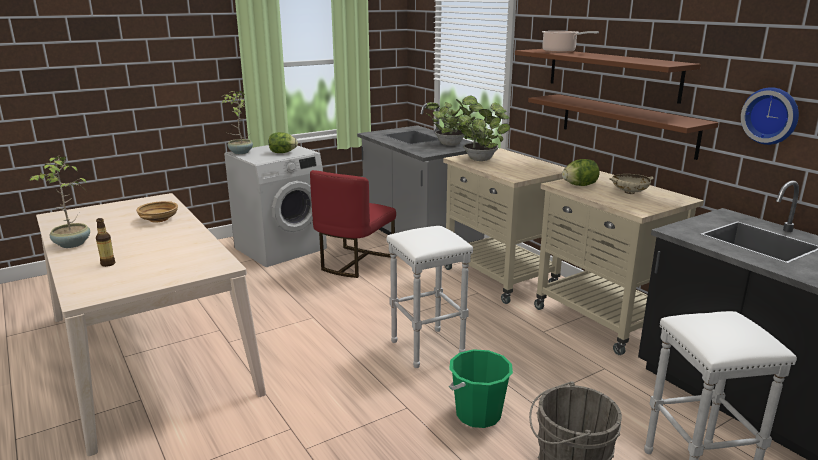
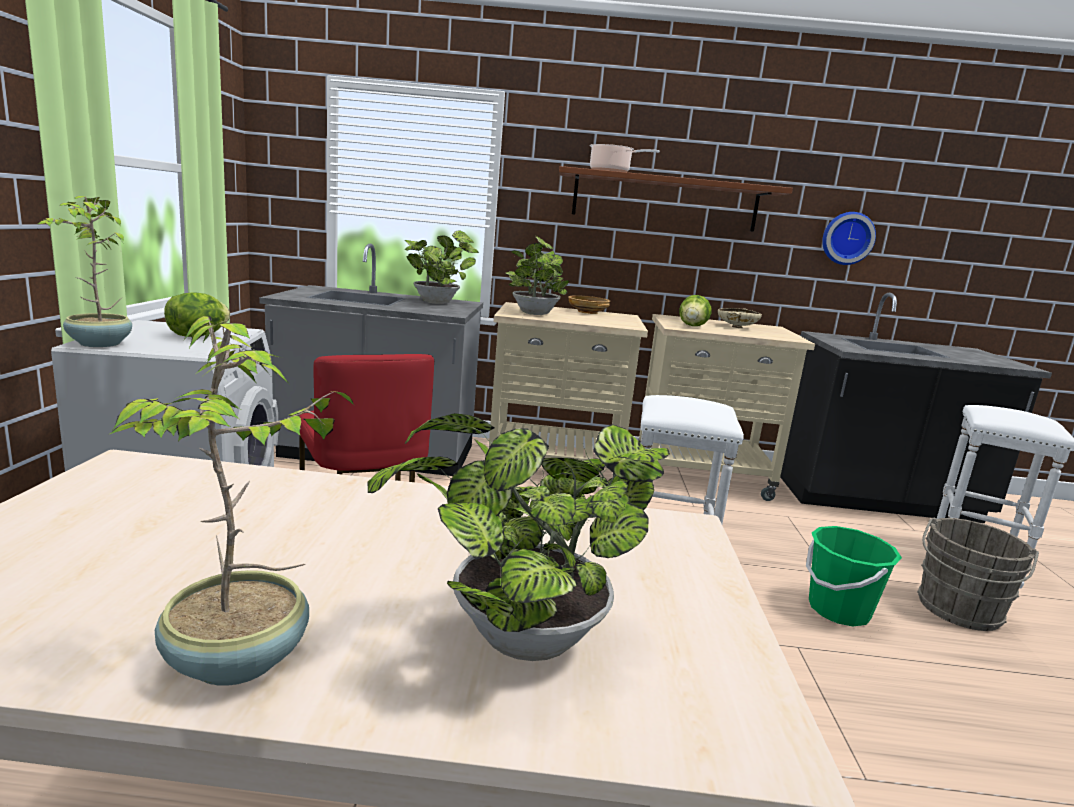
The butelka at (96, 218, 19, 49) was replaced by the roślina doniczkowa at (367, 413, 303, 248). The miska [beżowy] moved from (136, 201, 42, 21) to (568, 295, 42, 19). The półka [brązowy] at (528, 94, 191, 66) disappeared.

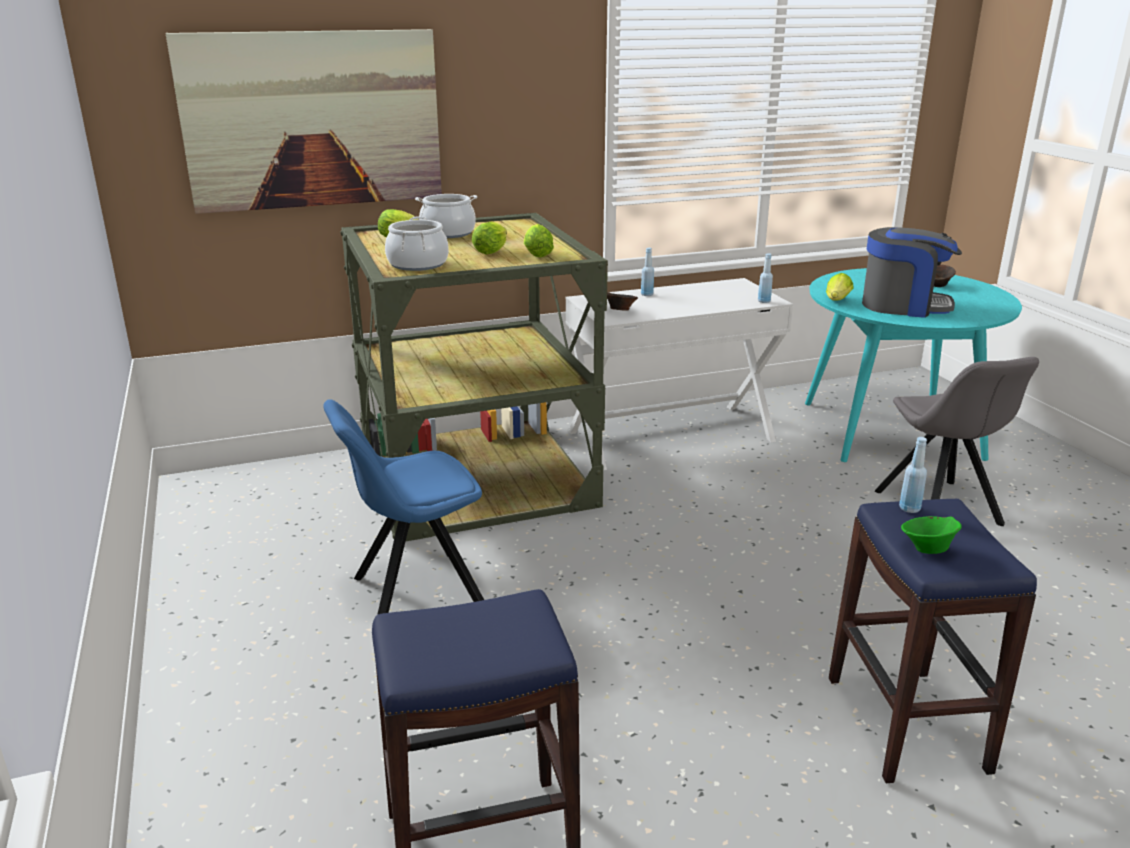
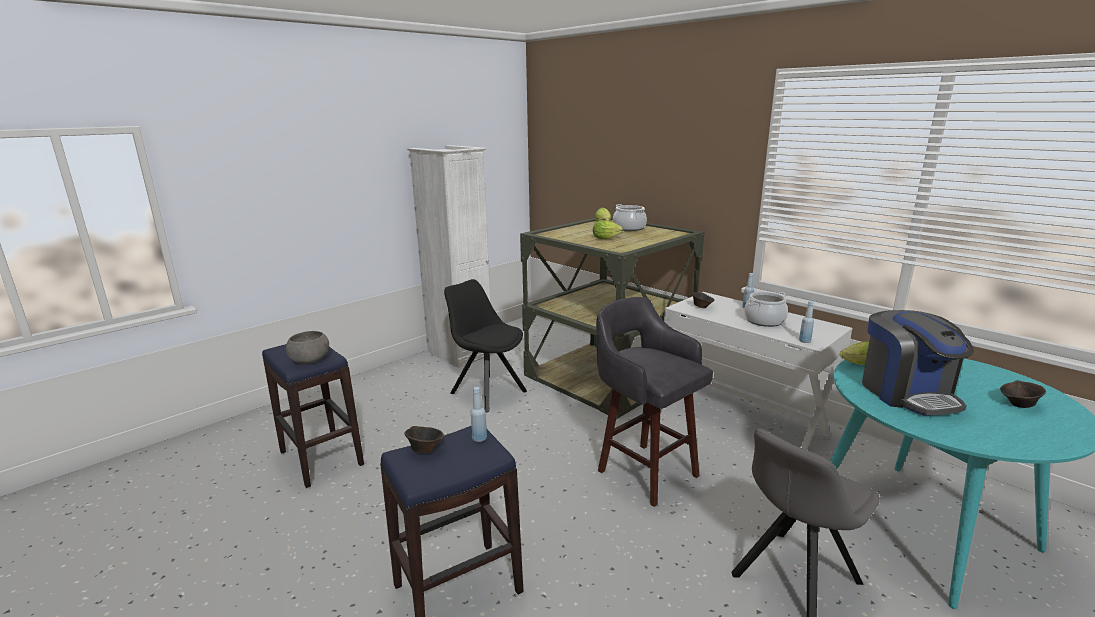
The miska [szary] at (286, 331, 43, 33) appeared. The miska [zielony] at (901, 516, 61, 38) became the miska [brązowy] at (404, 426, 40, 27). The szafka [biały] at (407, 145, 86, 223) appeared. The krzesło [niebieski] at (323, 399, 161, 216) became the krzesło [czarny] at (444, 279, 83, 133). The stołek [szary] at (596, 297, 117, 210) appeared. The garnek moved from (385, 216, 64, 55) to (744, 292, 44, 35). The obraz at (166, 29, 276, 185) disappeared. The sałata at (524, 224, 30, 34) disappeared.

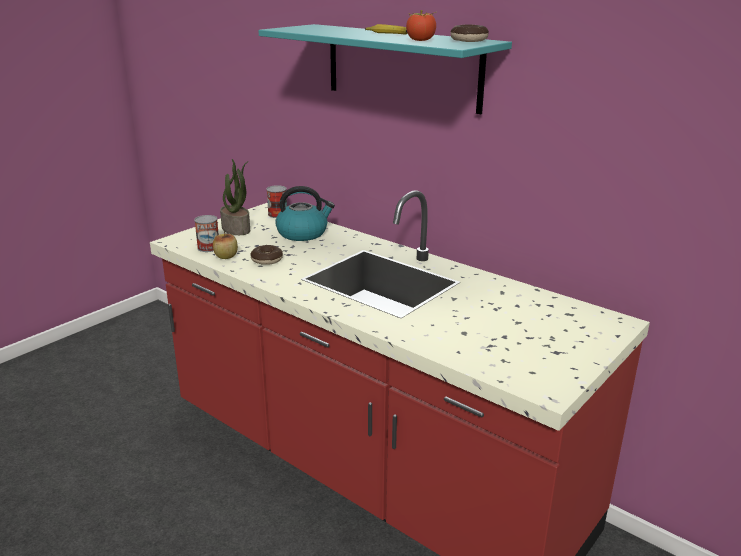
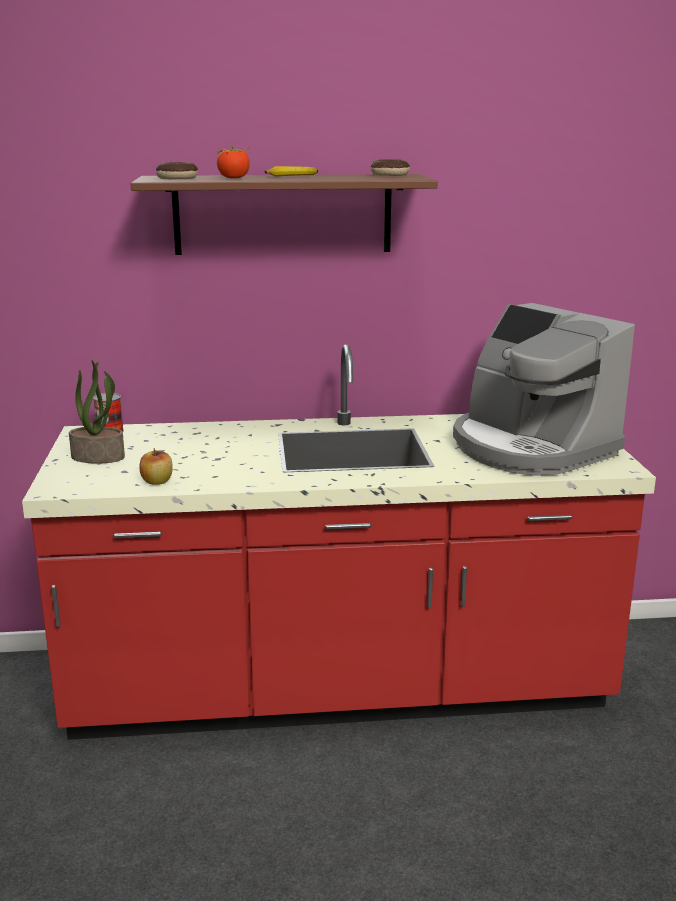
The półka [turkusowy] at (258, 24, 254, 90) became the półka [brązowy] at (130, 174, 308, 81). The donut moved from (250, 245, 33, 20) to (156, 162, 42, 17). The pomidor moved from (406, 10, 30, 31) to (217, 146, 33, 33). The ekspres do kawy at (453, 303, 182, 173) appeared. The puszka at (194, 215, 25, 37) disappeared. The czajnik at (275, 186, 60, 55) disappeared.

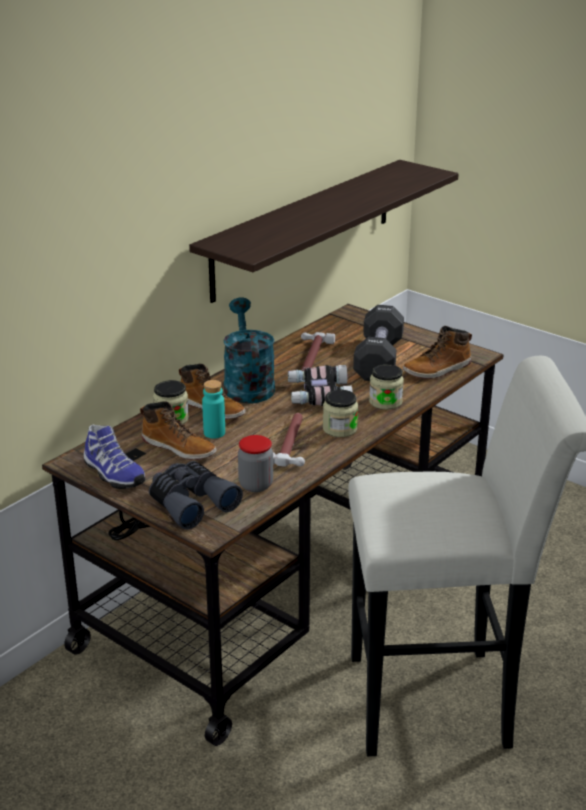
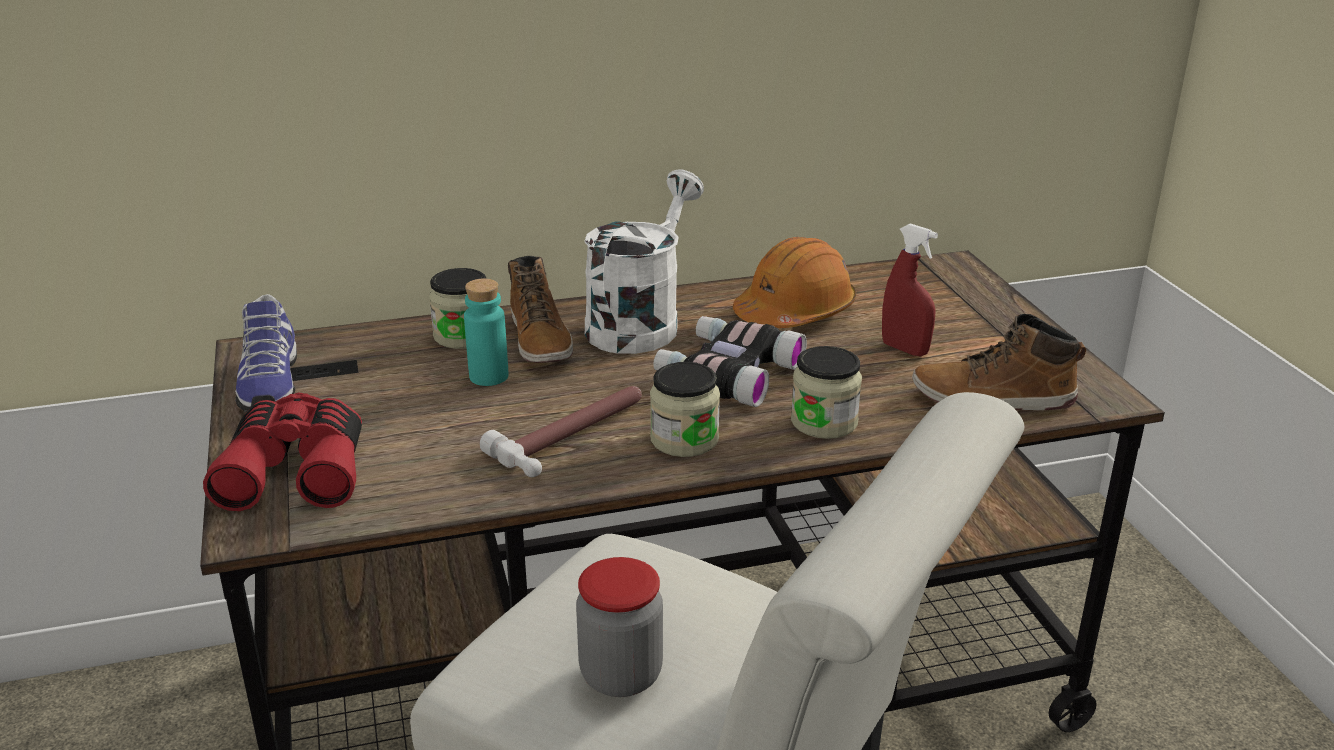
The lornetka [szary] at (149, 461, 94, 69) became the lornetka [czerwony] at (203, 393, 159, 118). The słoik moved from (238, 435, 35, 57) to (576, 557, 87, 140). The konewka [turkusowy] at (223, 297, 52, 107) became the konewka [biały] at (584, 170, 120, 184). The młotek at (301, 332, 34, 39) was replaced by the kask [pomarańczowy] at (733, 237, 123, 91). The hantel [czarny] at (353, 305, 51, 76) was replaced by the spryskiwacz [czerwony] at (882, 224, 56, 132). The but z cholewką at (140, 401, 77, 59) disappeared. The półka at (189, 160, 270, 143) disappeared.

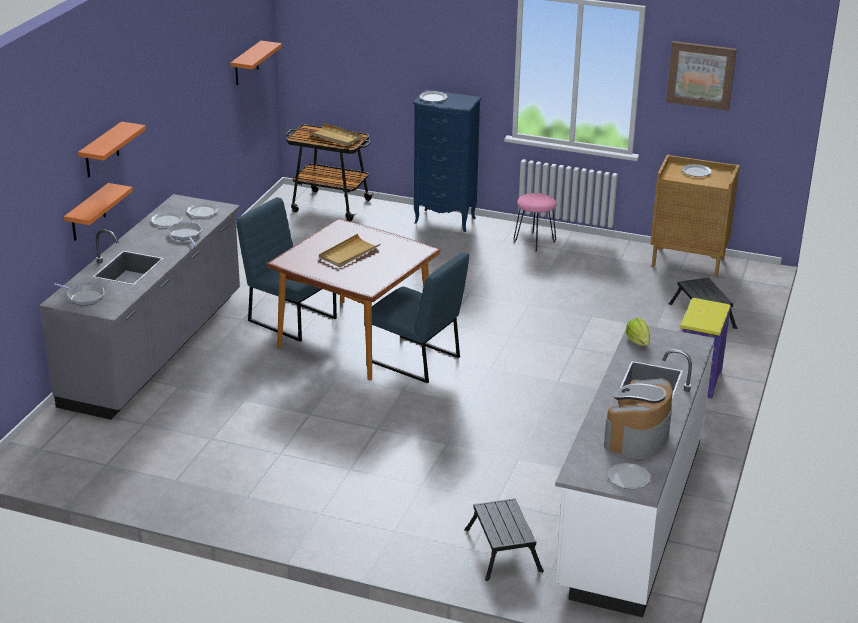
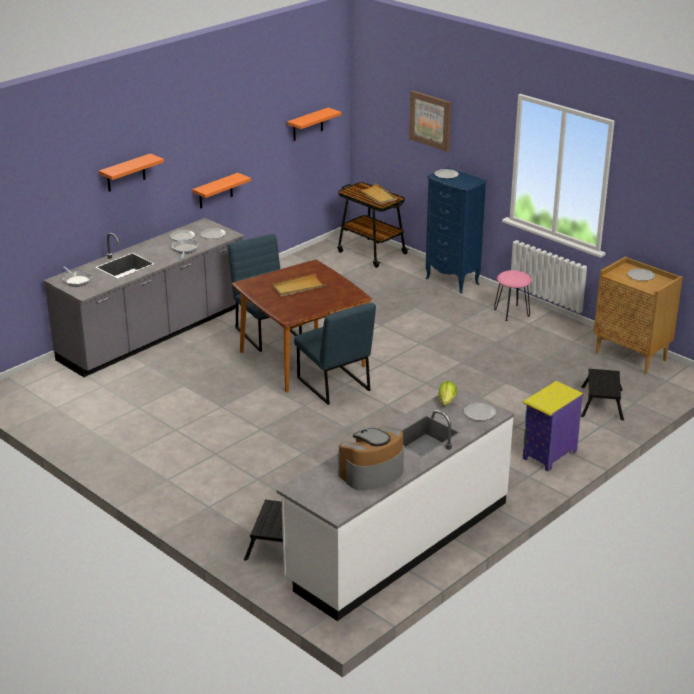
The półka [pomarańczowy] moved from (64, 183, 69, 58) to (192, 173, 59, 36). The obraz moved from (666, 41, 71, 70) to (409, 90, 42, 62). The talerz moved from (608, 463, 43, 26) to (464, 403, 32, 18).

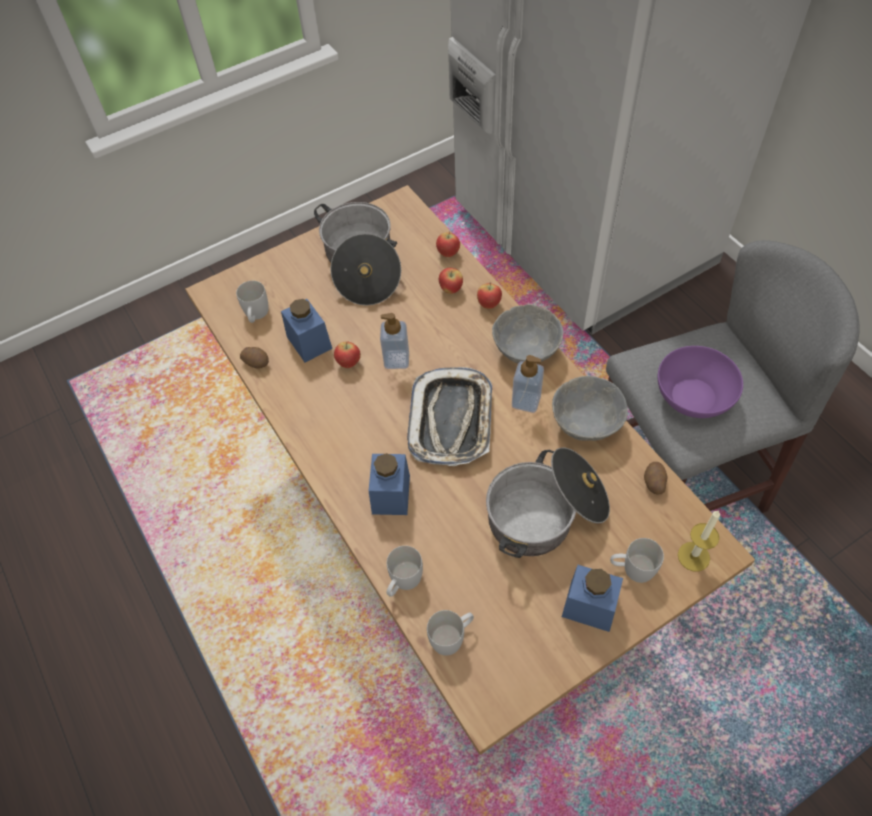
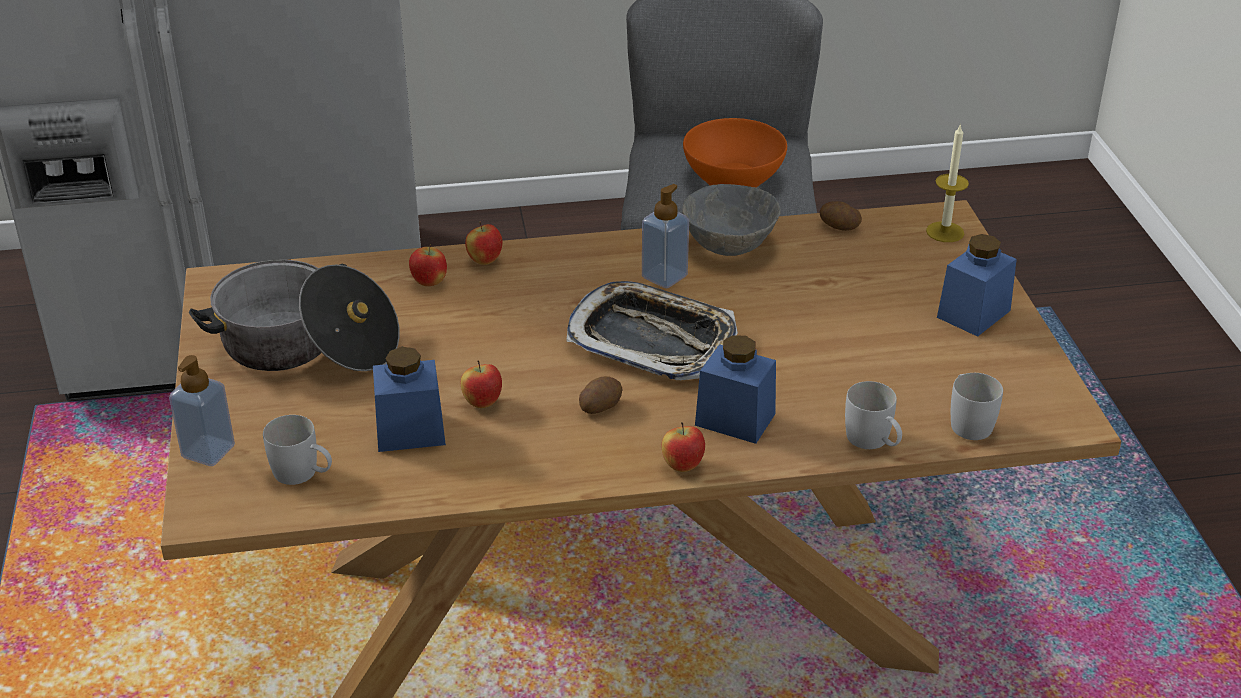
The dozownik mydła moved from (380, 313, 29, 56) to (169, 355, 66, 111). The ziemniak moved from (240, 347, 29, 22) to (579, 376, 44, 38). The jabłko moved from (436, 232, 24, 25) to (662, 422, 43, 50). The miska [fioletowy] at (658, 346, 85, 72) became the miska [pomarańczowy] at (683, 118, 104, 70). The garnek at (486, 447, 124, 111) disappeared. The miska [szary] at (492, 304, 71, 60) disappeared. The kubek [biały] at (610, 538, 54, 45) disappeared.

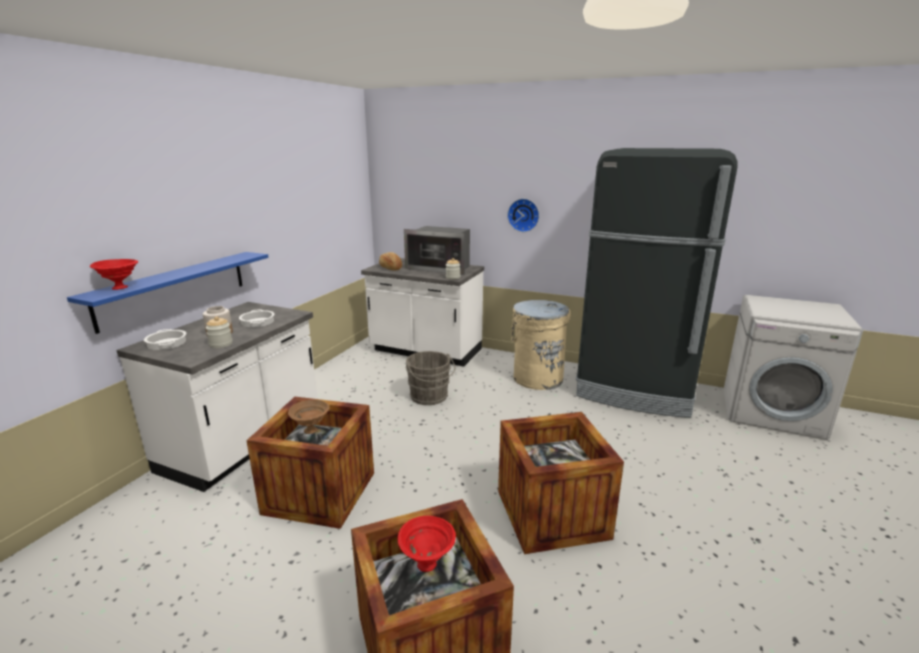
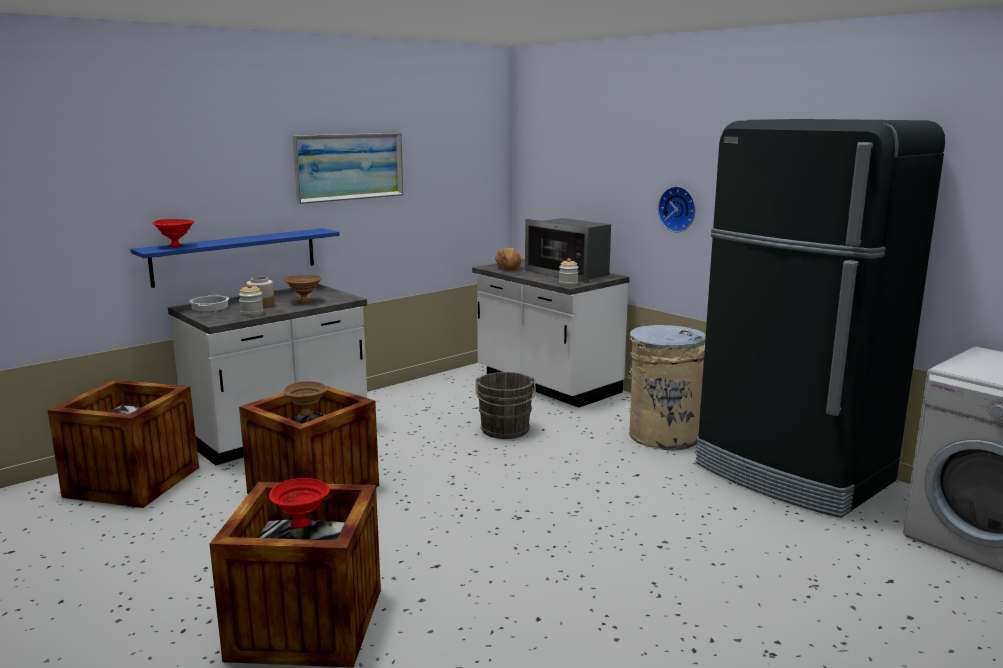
The skrzynka moved from (498, 412, 126, 142) to (48, 380, 151, 128). The garnek at (239, 309, 36, 19) was replaced by the miska [brązowy] at (284, 275, 38, 28). The obraz at (293, 133, 110, 71) appeared.

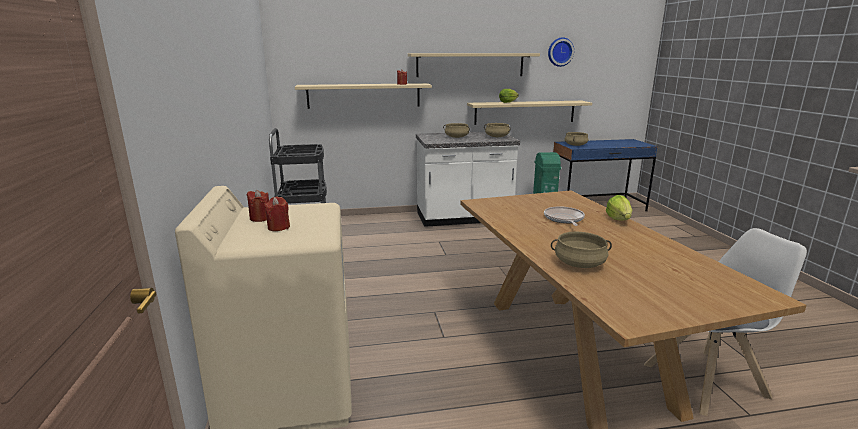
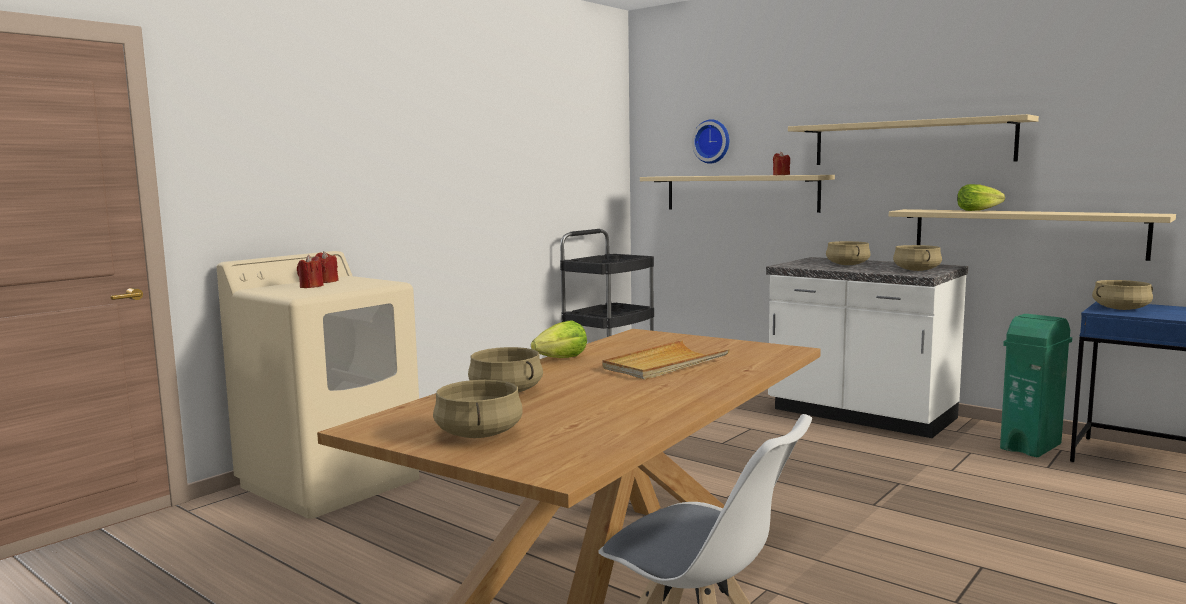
The garnek [beżowy] at (433, 380, 90, 58) appeared. The sałata moved from (606, 195, 26, 25) to (531, 321, 56, 37). The patelnia at (544, 206, 41, 20) was replaced by the taca [beżowy] at (603, 340, 127, 40). The zegar ścienny moved from (548, 37, 26, 30) to (692, 119, 37, 45).

